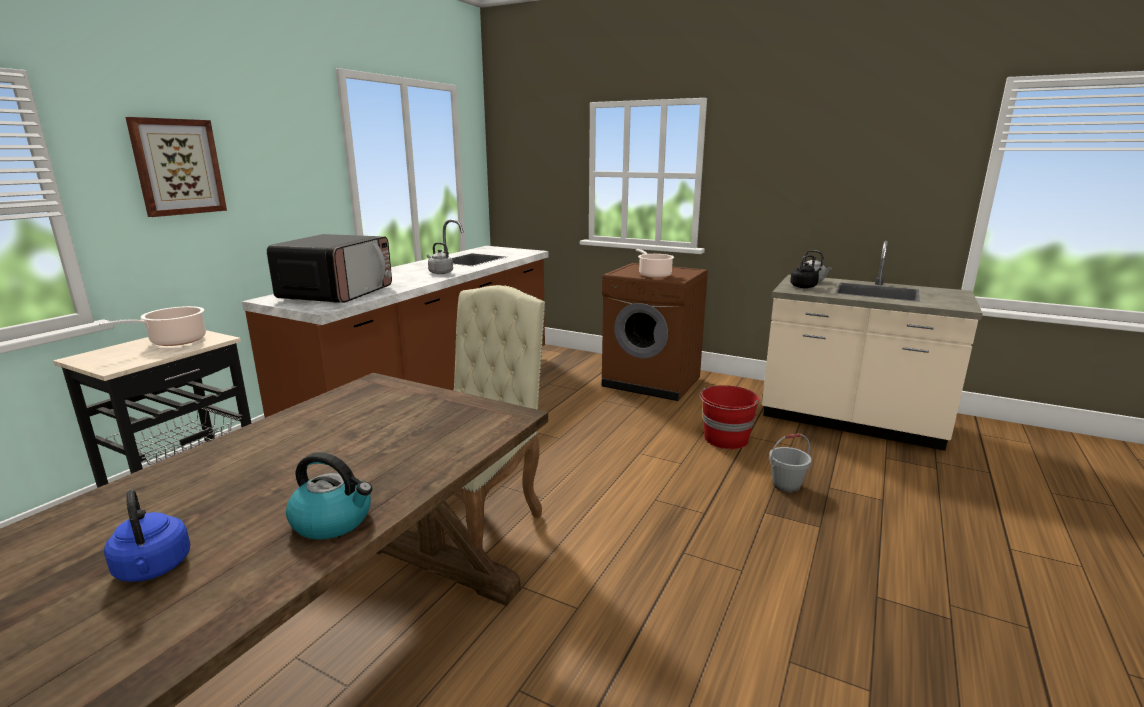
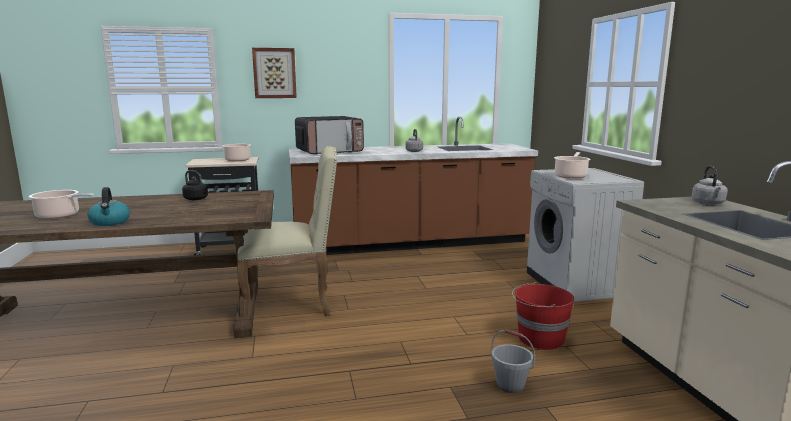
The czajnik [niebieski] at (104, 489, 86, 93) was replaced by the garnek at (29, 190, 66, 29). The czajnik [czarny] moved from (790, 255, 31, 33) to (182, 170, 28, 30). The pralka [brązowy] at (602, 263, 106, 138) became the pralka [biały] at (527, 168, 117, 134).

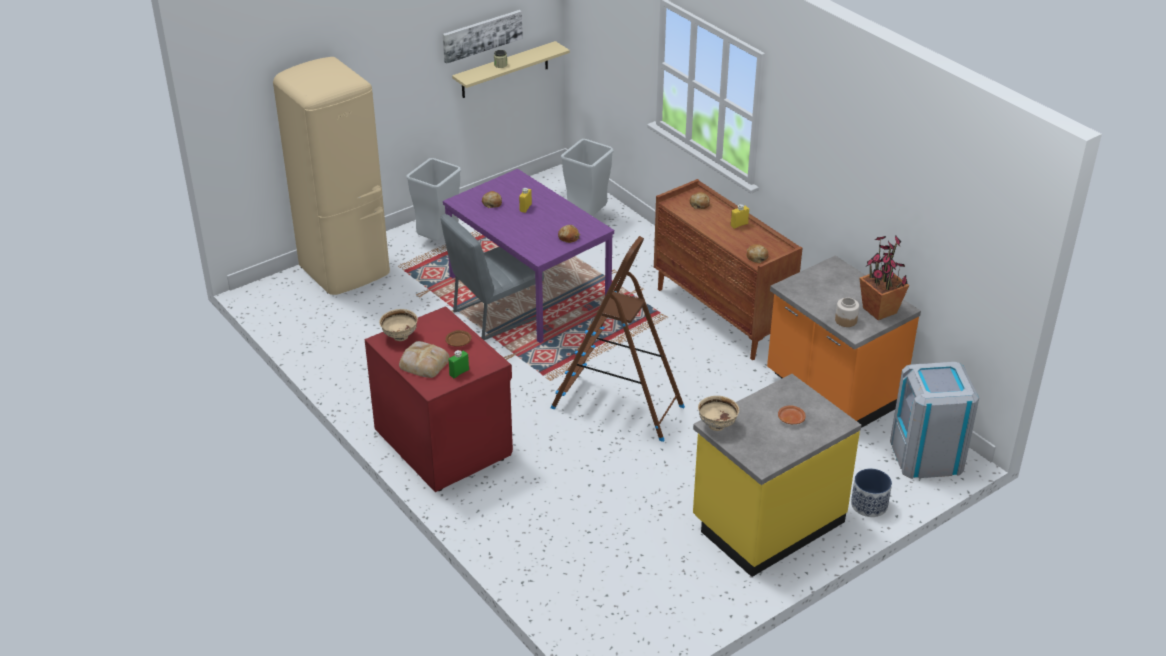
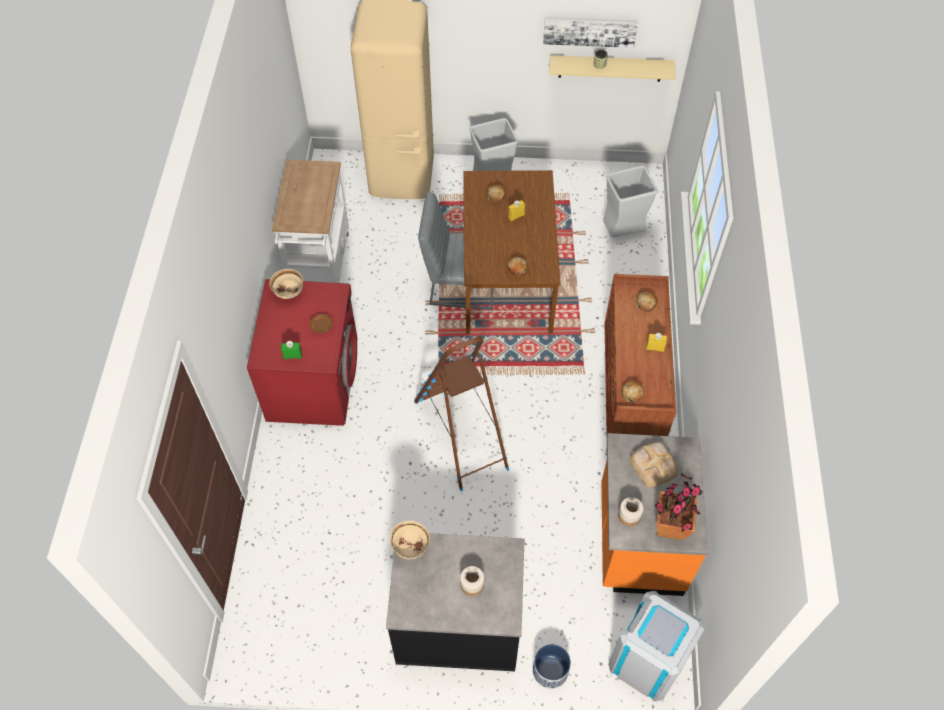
The wózek [biały] at (272, 160, 77, 123) appeared. The zabudowa kuchenna [żółty] at (693, 374, 168, 203) became the zabudowa kuchenna [czarny] at (386, 533, 139, 138). The talerz [brązowy] at (778, 405, 28, 19) was replaced by the słoik at (460, 566, 24, 30). The stół jadalny [fioletowy] at (443, 169, 171, 174) became the stół jadalny [brązowy] at (463, 170, 97, 164). The chleb moved from (399, 341, 51, 37) to (630, 442, 48, 46).

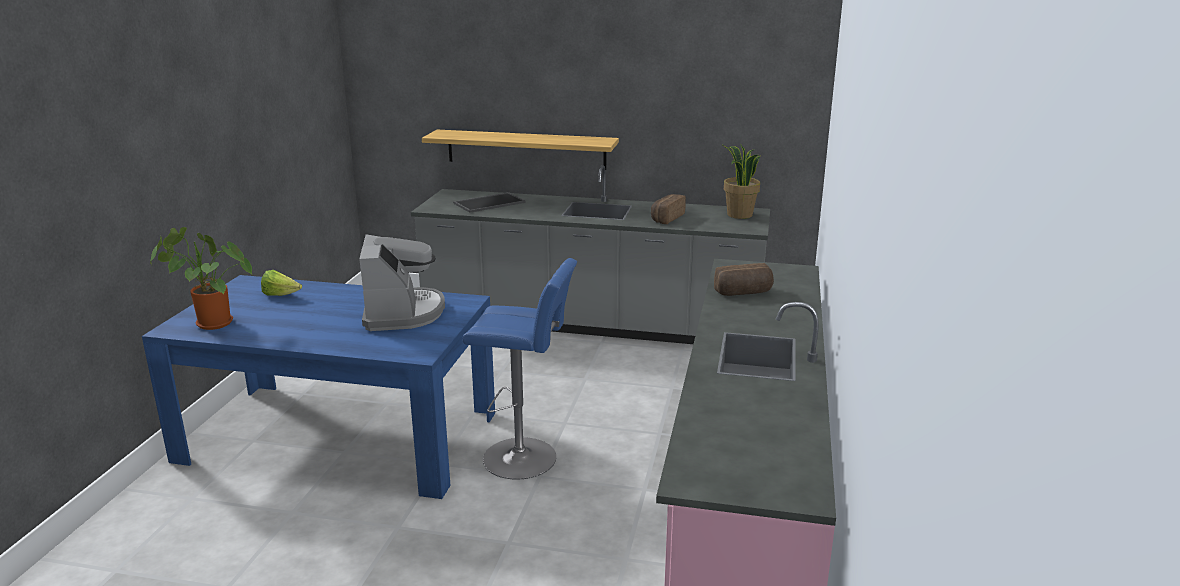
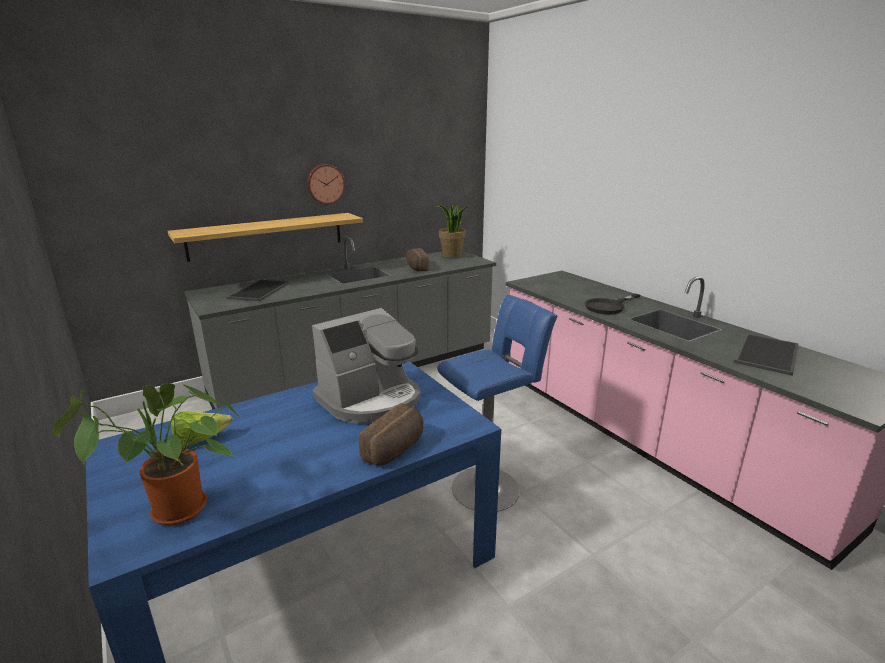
The zegar ścienny at (307, 164, 38, 41) appeared. The ekspres do kawy at (359, 234, 86, 97) turned 105 degrees clockwise. The chleb moved from (714, 263, 60, 33) to (359, 403, 65, 63). The patelnia [czarny] at (585, 293, 55, 22) appeared. The taca at (734, 333, 65, 43) appeared.

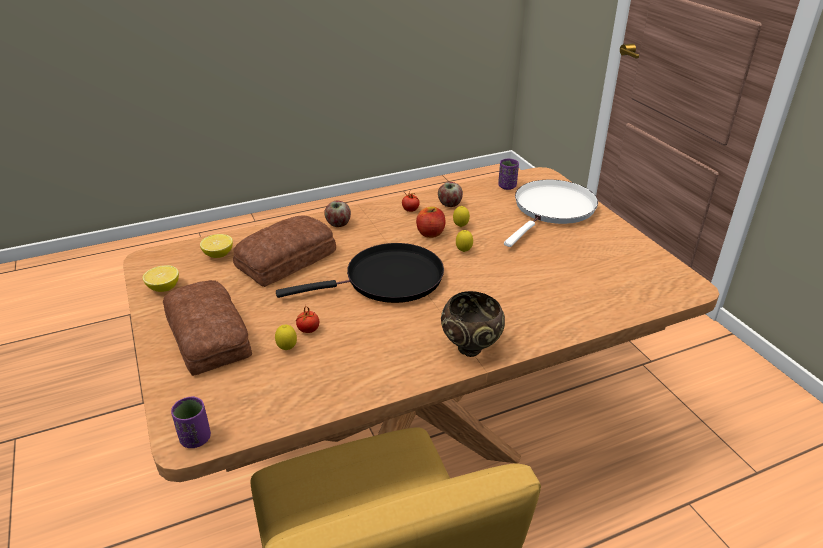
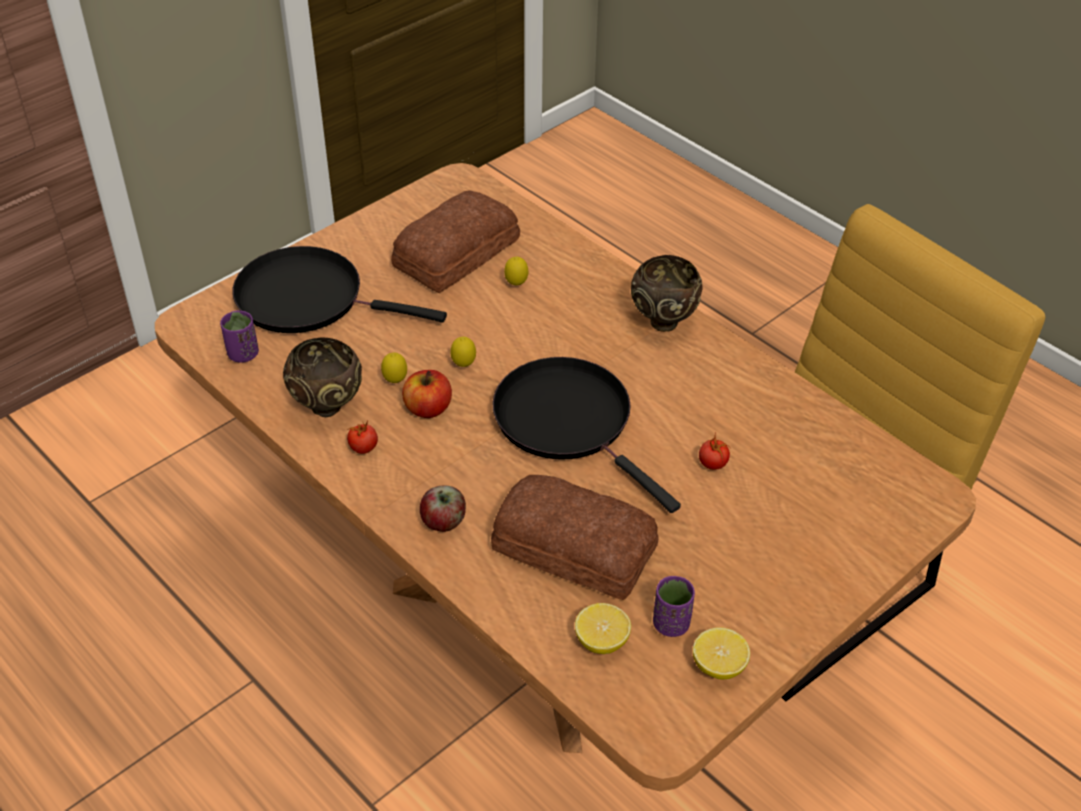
The patelnia [biały] at (504, 180, 94, 67) became the patelnia [czarny] at (232, 246, 215, 87). The jabłko at (438, 182, 25, 25) was replaced by the miska [brązowy] at (283, 338, 79, 79). The chleb moved from (163, 280, 89, 96) to (391, 190, 129, 103). The cytryna moved from (275, 325, 22, 25) to (504, 257, 24, 28). The filiżanka [fioletowy] moved from (171, 396, 40, 52) to (653, 576, 42, 61).

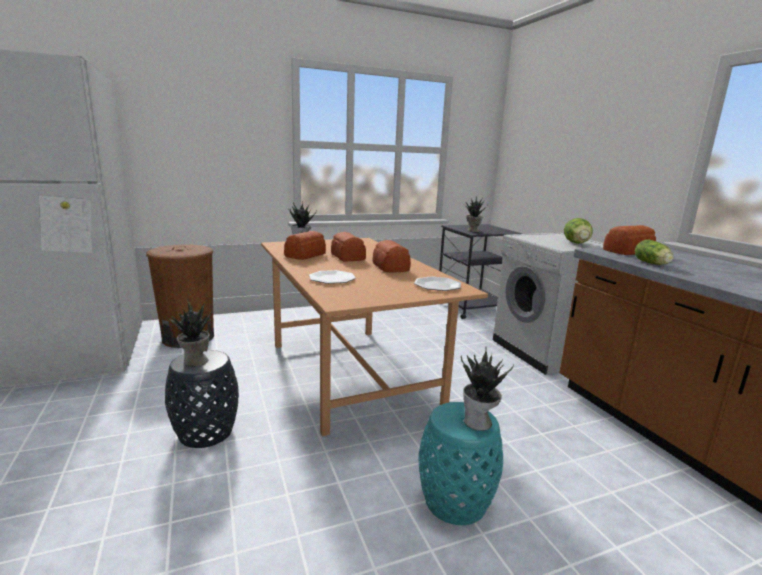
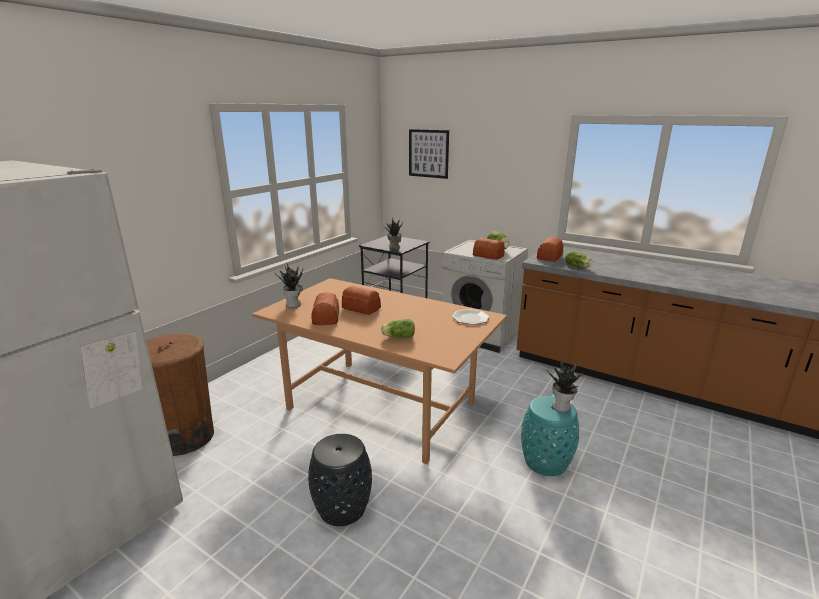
The talerz at (309, 270, 47, 14) was replaced by the sałata at (381, 319, 34, 19). The obraz at (409, 129, 40, 50) appeared. The chleb moved from (373, 240, 38, 32) to (473, 238, 32, 22). The roślina doniczkowa at (166, 299, 47, 68) disappeared.

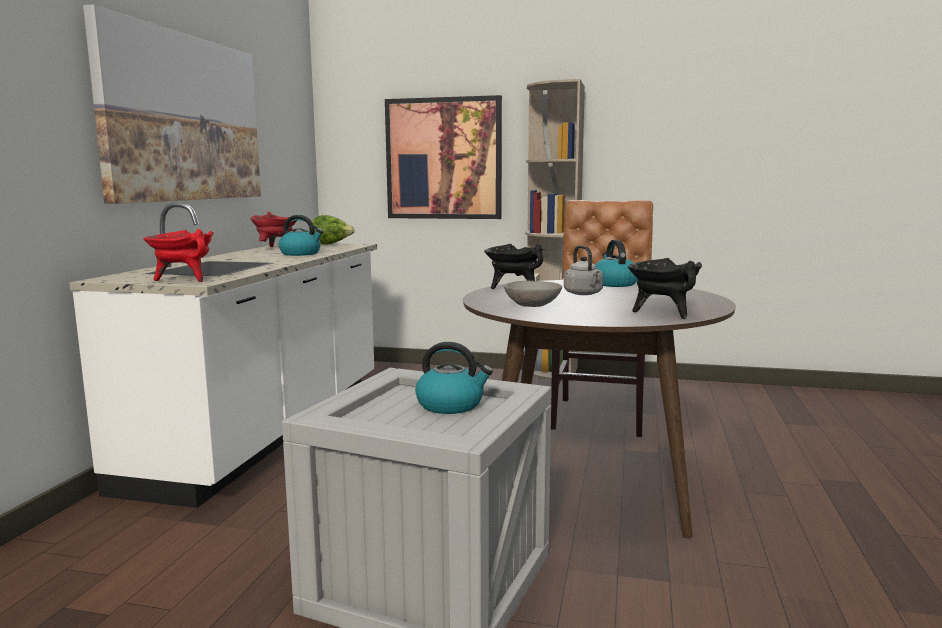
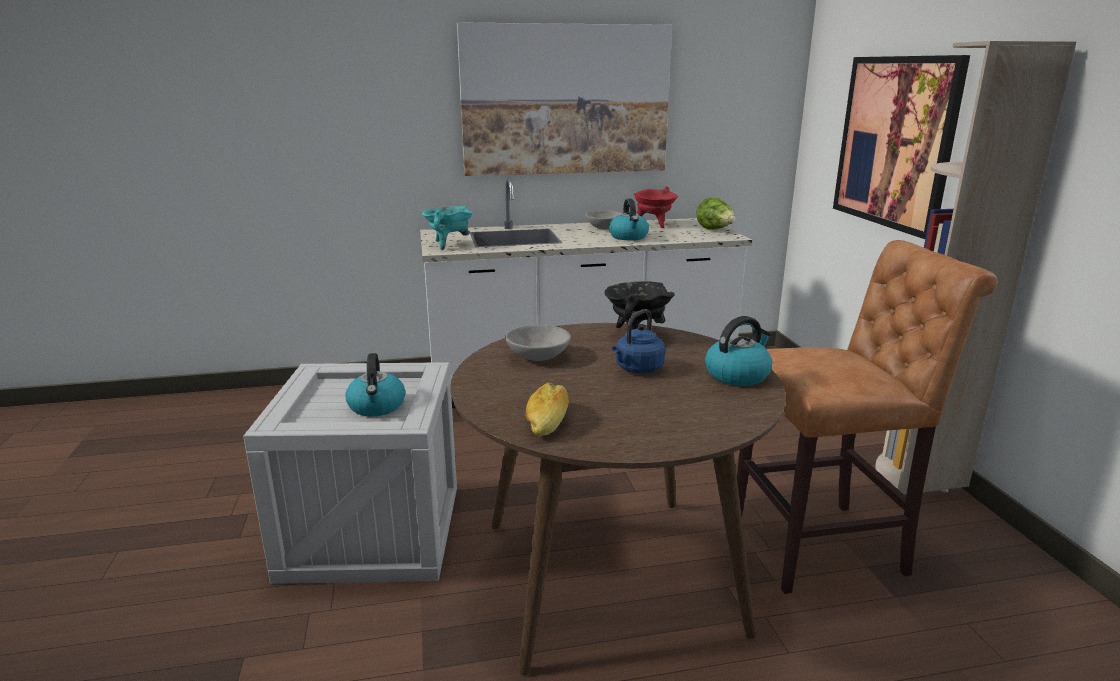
The garnek [czerwony] at (143, 229, 70, 53) became the garnek [turkusowy] at (422, 206, 51, 44). The garnek [czarny] at (628, 258, 74, 61) was replaced by the chleb at (525, 382, 44, 54). The miska [szary] at (585, 210, 37, 20) appeared. The czajnik [szary] at (564, 245, 39, 50) became the czajnik [niebieski] at (612, 309, 53, 64).

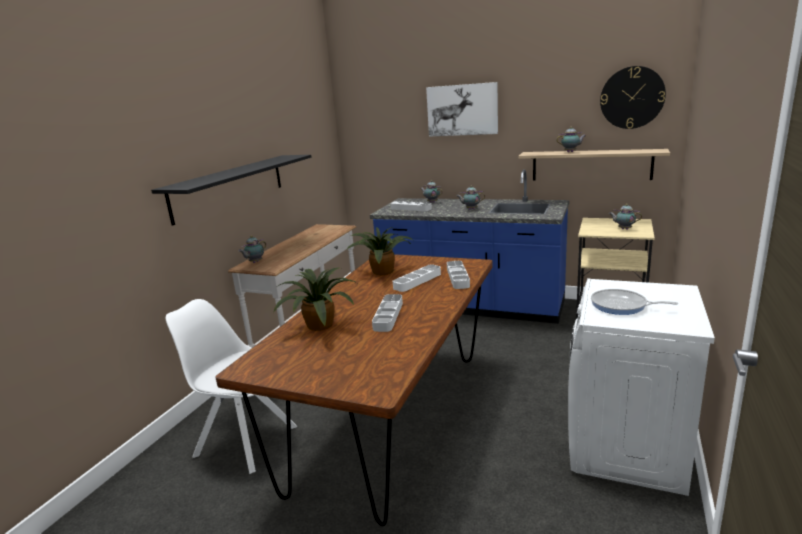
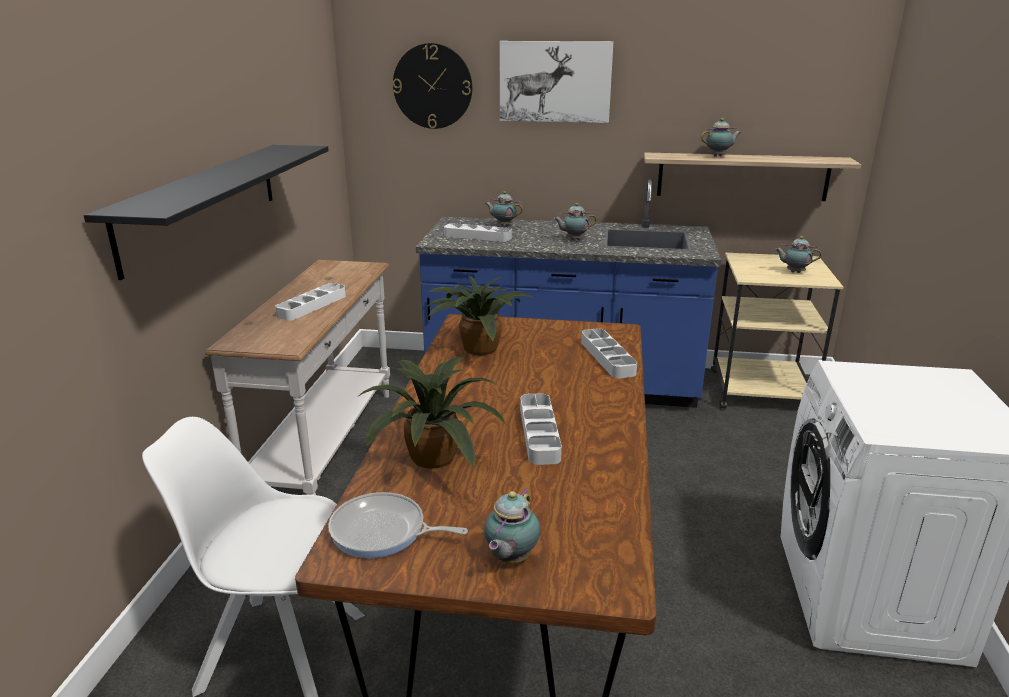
The taca [biały] moved from (393, 265, 48, 27) to (275, 283, 71, 38). The patelnia moved from (591, 289, 87, 26) to (328, 492, 140, 66). The zegar ścienny moved from (600, 66, 66, 63) to (393, 43, 79, 86). The imbryk moved from (239, 236, 27, 27) to (484, 489, 57, 74).

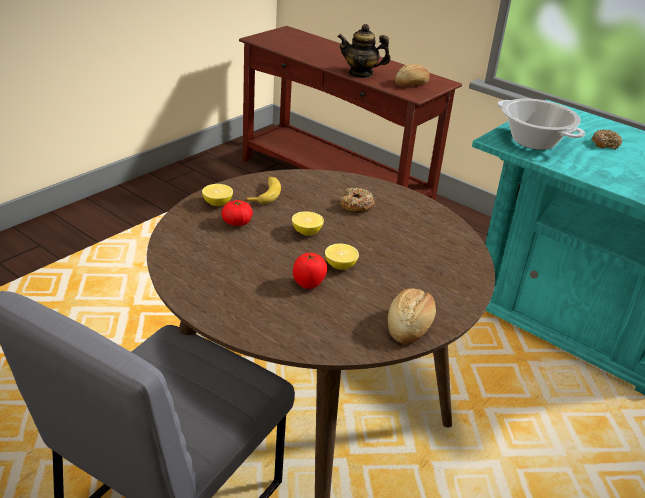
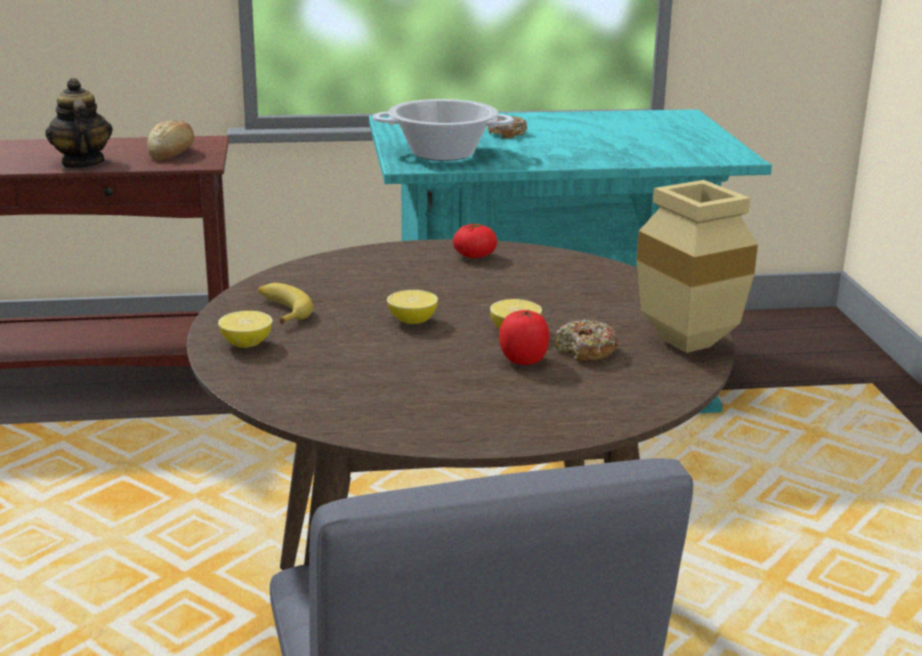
The imbryk at (338, 24, 53, 54) turned 105 degrees clockwise. The pomidor moved from (222, 200, 31, 26) to (453, 224, 44, 34). The donut moved from (340, 188, 35, 25) to (555, 319, 63, 43). The chleb at (388, 289, 48, 54) was replaced by the wazon [beżowy] at (637, 180, 121, 173).

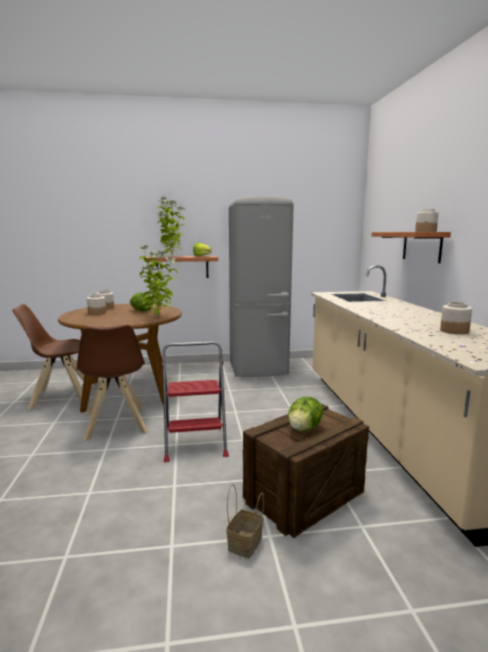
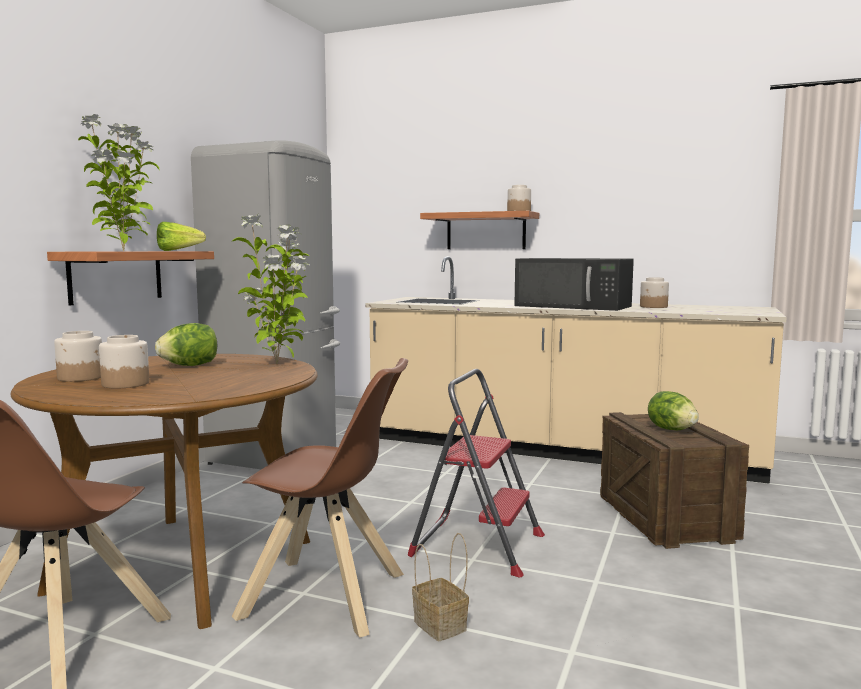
The koszyk moved from (226, 484, 38, 74) to (412, 533, 57, 108). The mikrofalówka [czarny] at (514, 258, 120, 53) appeared.

